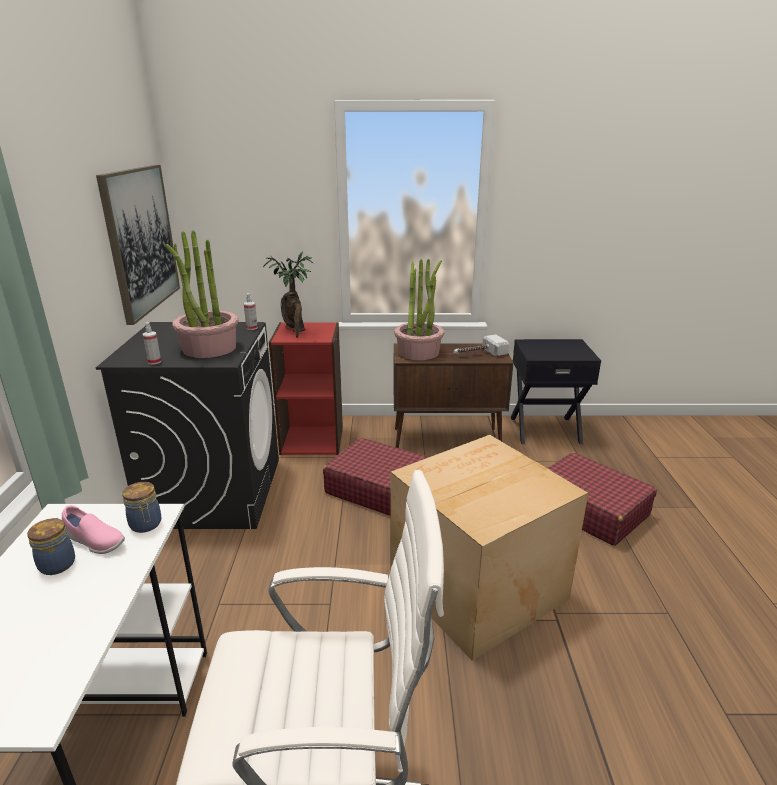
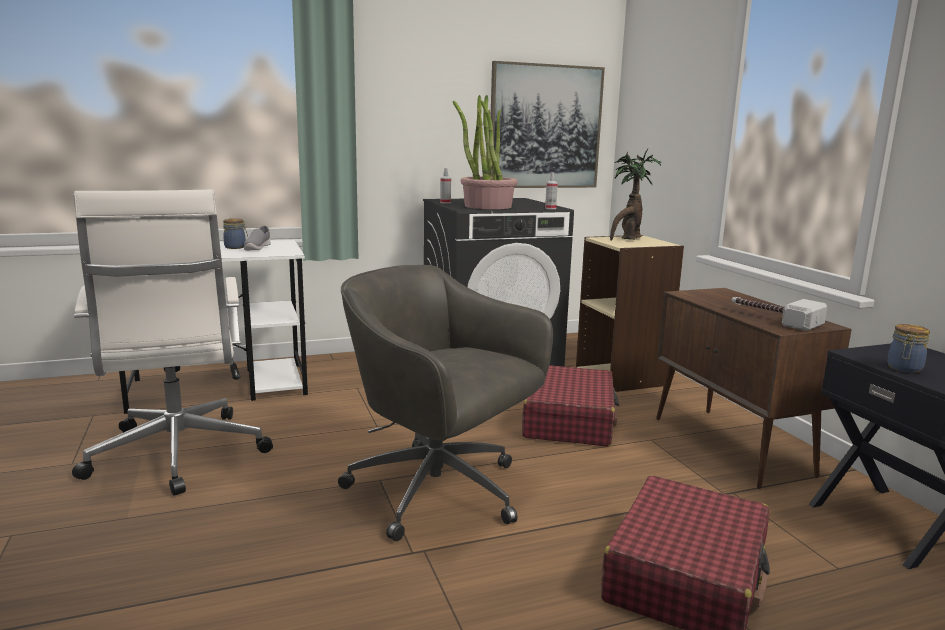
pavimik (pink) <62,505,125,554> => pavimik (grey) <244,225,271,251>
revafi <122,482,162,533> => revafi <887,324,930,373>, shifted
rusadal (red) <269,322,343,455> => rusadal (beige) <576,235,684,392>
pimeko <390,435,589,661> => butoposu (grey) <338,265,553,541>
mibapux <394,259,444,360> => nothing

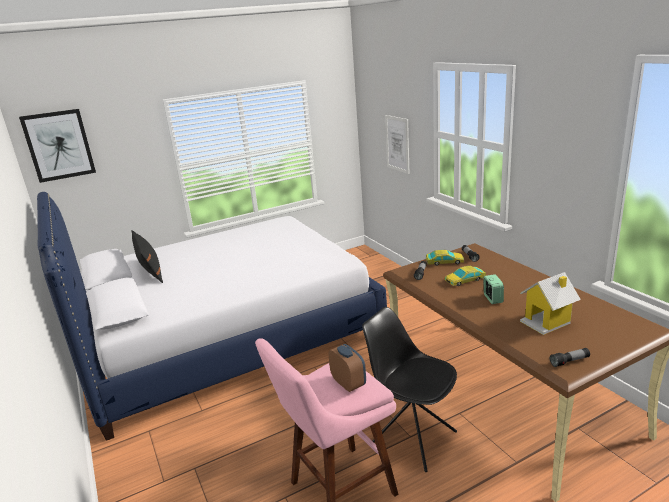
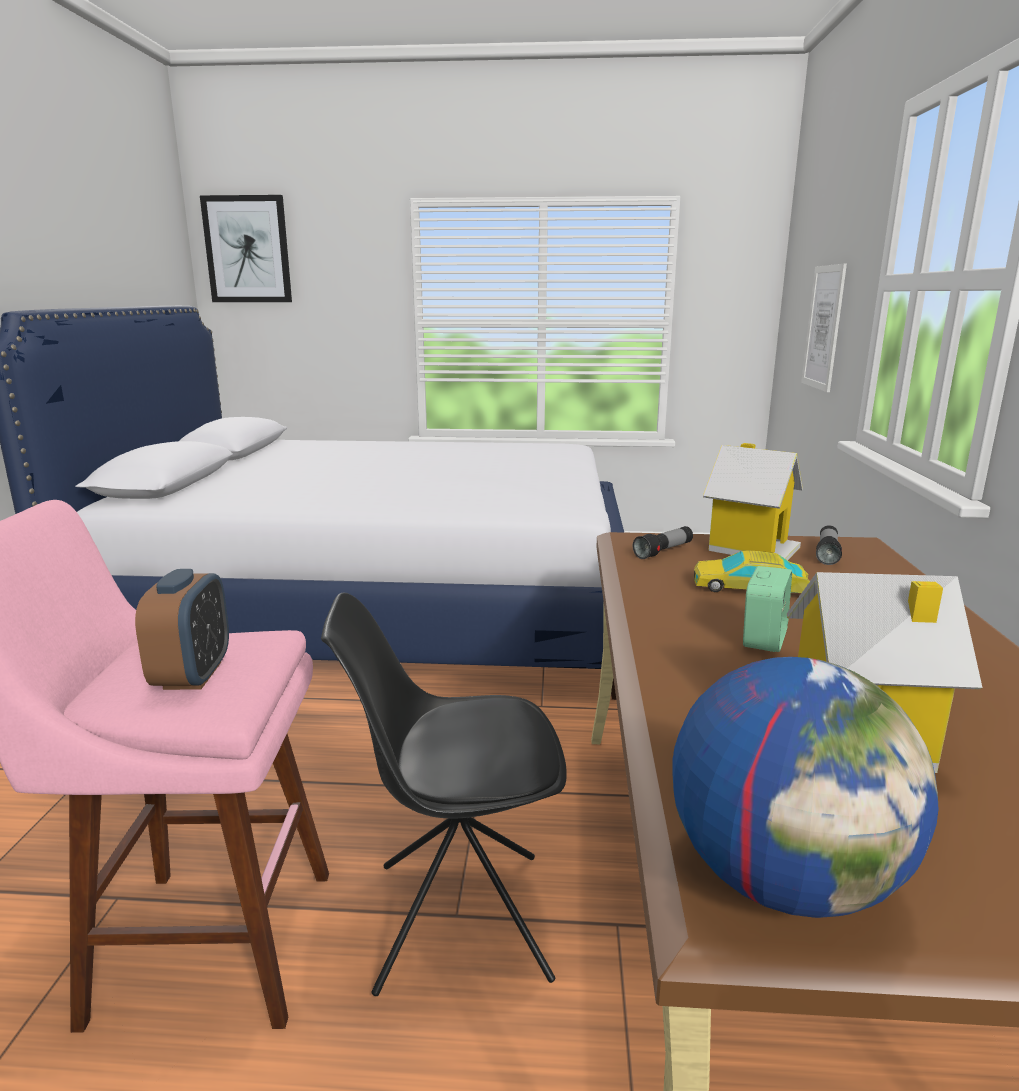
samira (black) <132,230,163,283> => nothing
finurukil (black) <362,307,457,472> => finurukil (black) <321,593,567,996>, 75 degrees counterclockwise
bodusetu <426,250,464,266> => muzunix <703,443,803,560>
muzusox <550,348,590,367> => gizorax <672,657,938,918>

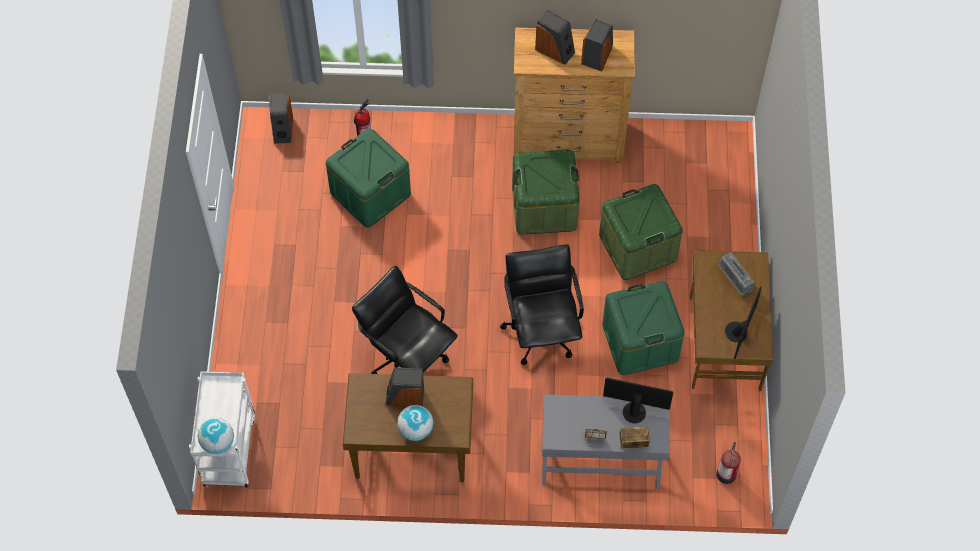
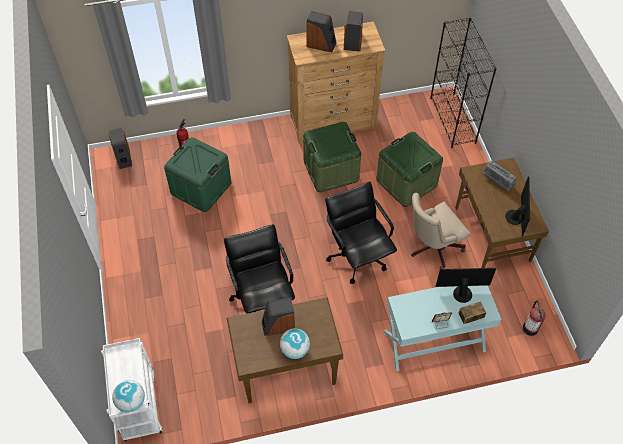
butoposu (black) <352,266,458,374> => butoposu (black) <224,224,295,313>, 45 degrees clockwise
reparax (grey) <542,394,670,489> => reparax (turquoise) <384,285,501,371>
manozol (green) <602,281,685,375> => butoposu (beige) <411,193,470,269>
nothing => rusadal (black) <430,18,497,148>

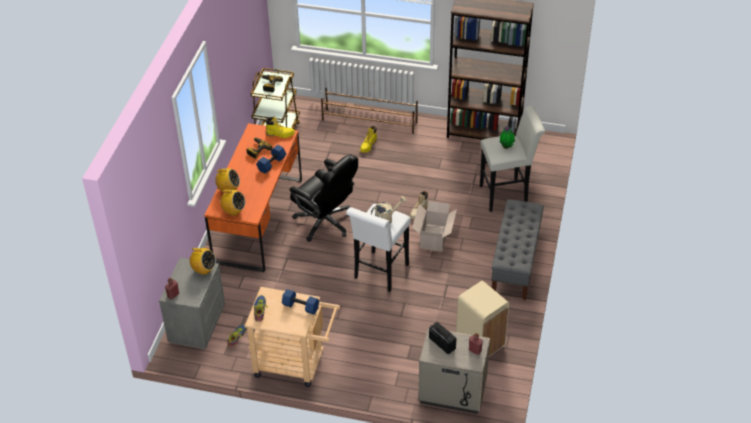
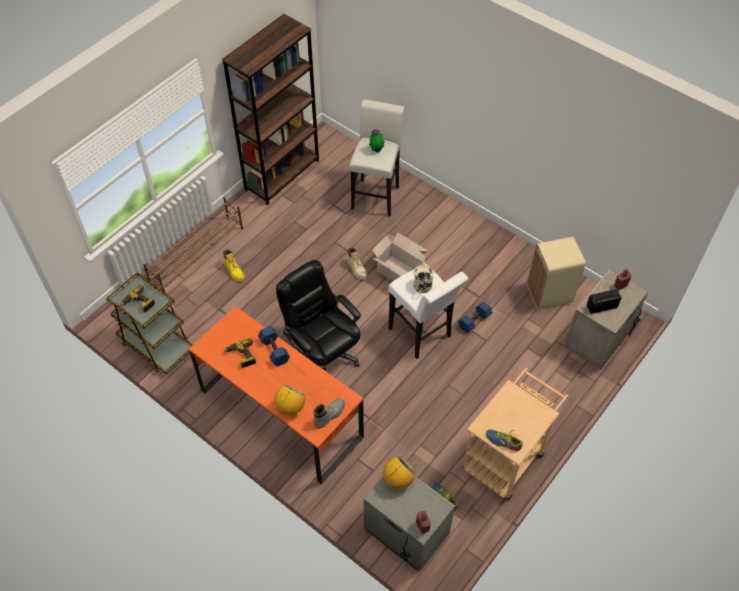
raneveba <220,189,245,216> => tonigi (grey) <313,399,345,429>
tonigi (yellow) <265,117,295,138> => nothing
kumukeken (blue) <282,289,319,315> => kumukeken (blue) <458,302,492,333>, shifted
butoposu (black) <290,154,358,242> => butoposu (black) <276,260,361,371>, 105 degrees counterclockwise
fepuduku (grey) <491,200,544,300> => nothing

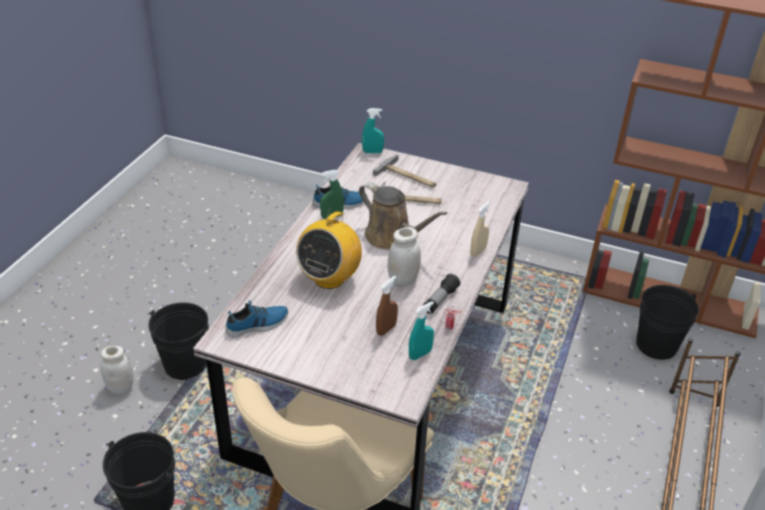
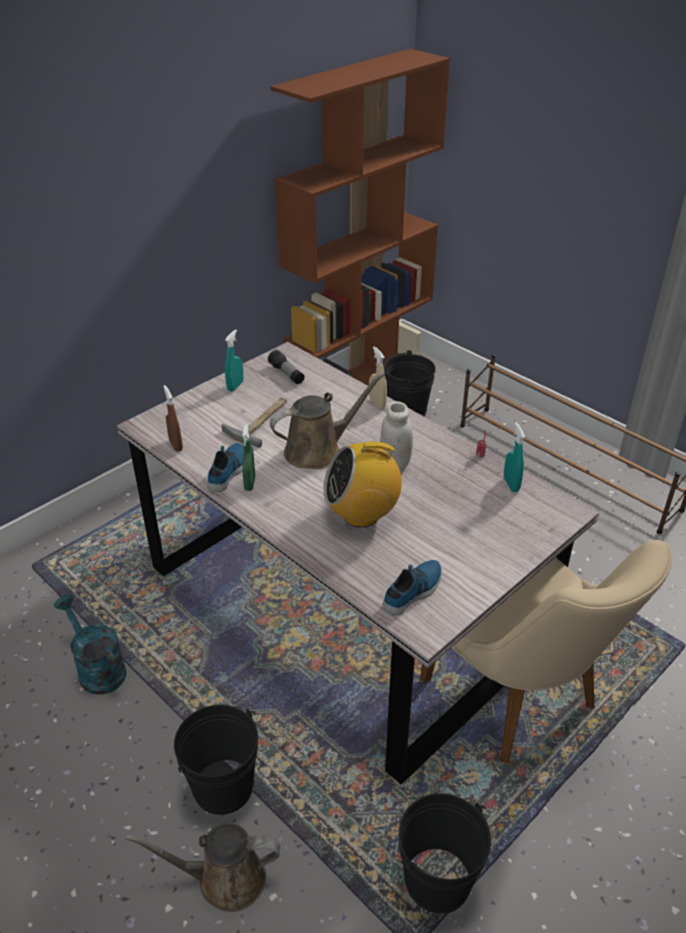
revafi (white) <100,346,133,395> => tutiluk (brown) <125,823,280,912>
pavimik <225,300,288,337> => pavimik <382,560,442,616>, 45 degrees clockwise
raneveba <296,208,362,289> => raneveba <323,440,402,527>, 120 degrees clockwise
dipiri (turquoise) <362,108,384,153> => dipiri (turquoise) <225,329,244,392>, shifted
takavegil <373,155,436,188> => nothing
dipiri (brown) <376,276,398,336> => dipiri (brown) <163,385,183,452>, shifted
muzusox <423,274,460,314> => muzusox <268,350,305,384>, shifted
nothing => tutiluk (turquoise) <54,595,127,695>

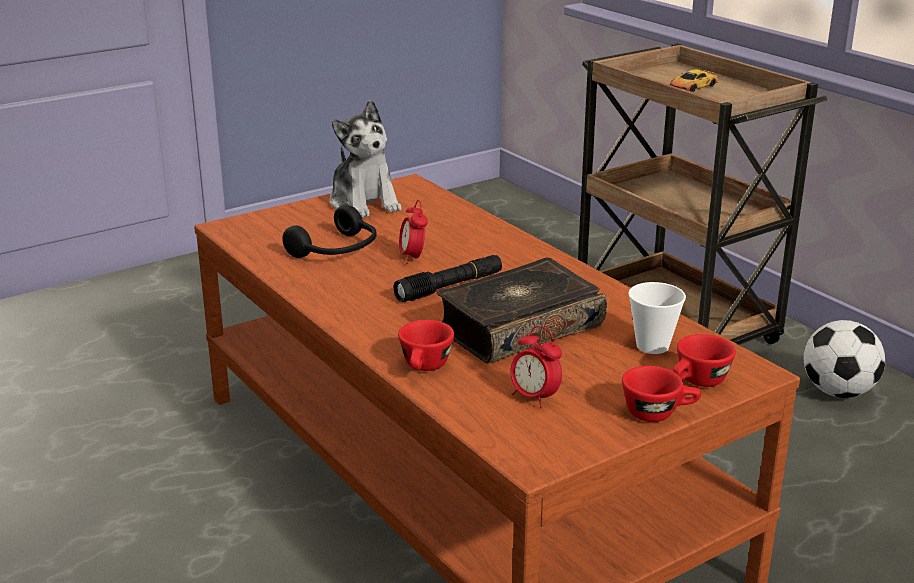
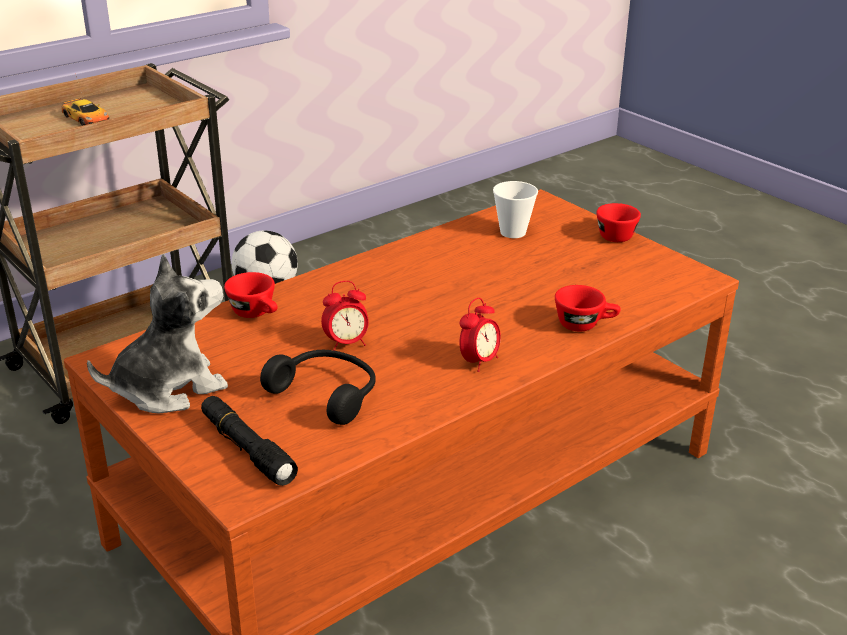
muzusox (black) <394,255,502,302> => muzusox (black) <201,396,298,486>, shifted
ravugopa <436,257,607,363> => nothing
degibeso <510,326,562,408> => degibeso <460,298,501,372>, shifted
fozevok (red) <673,334,736,387> => fozevok (red) <224,272,278,318>, shifted

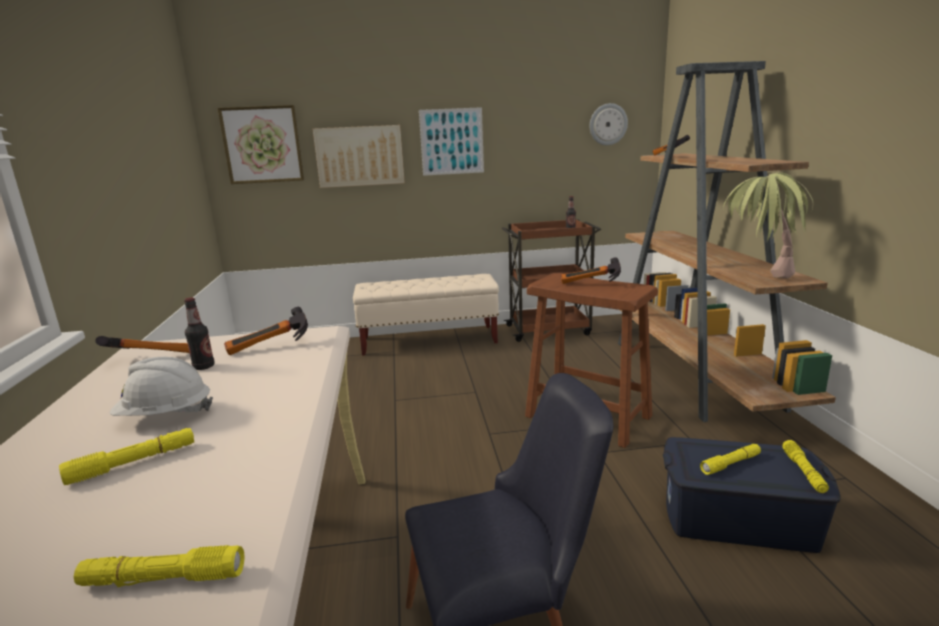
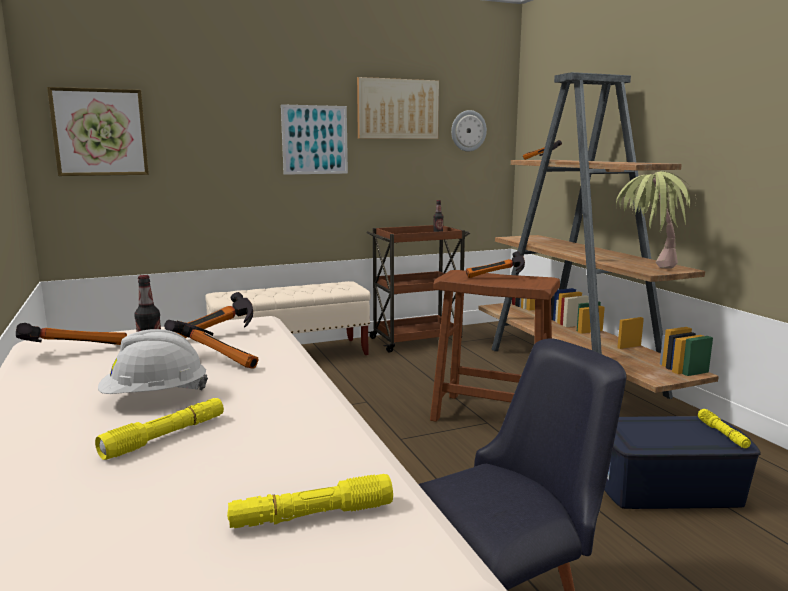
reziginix <313,125,405,188> => reziginix <357,77,439,139>, shifted
muzusox (yellow) <700,444,761,475> => nothing
nothing => takavegil <164,320,259,369>

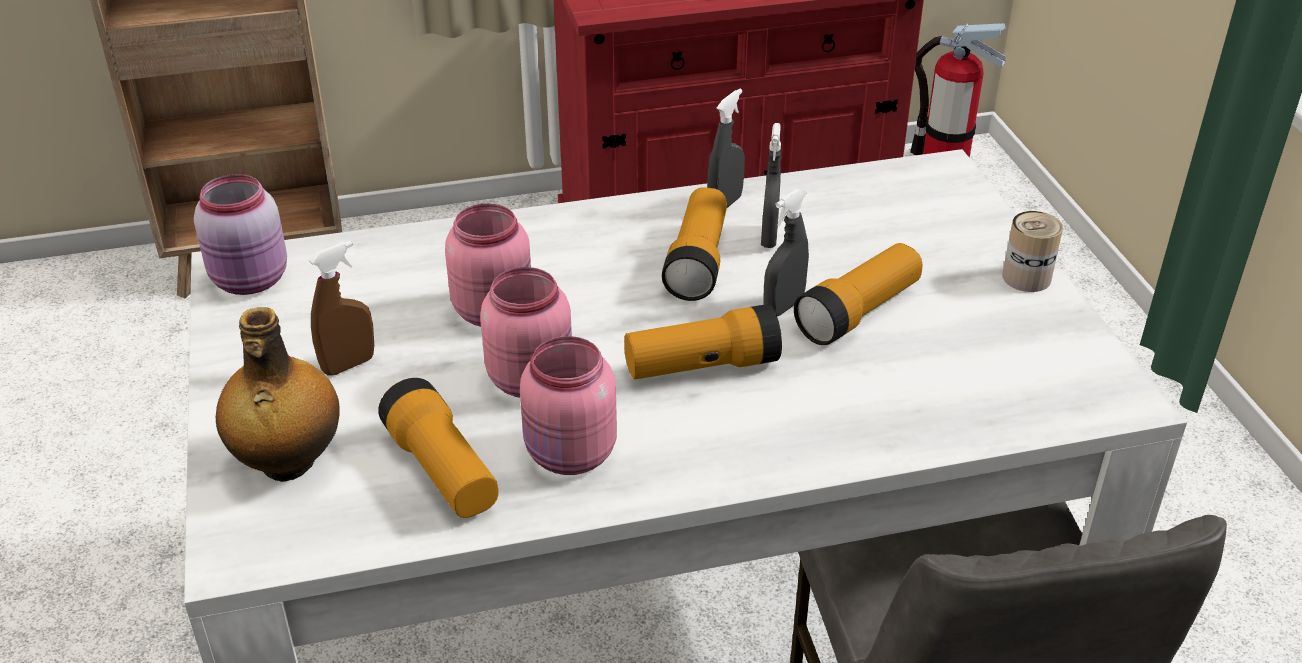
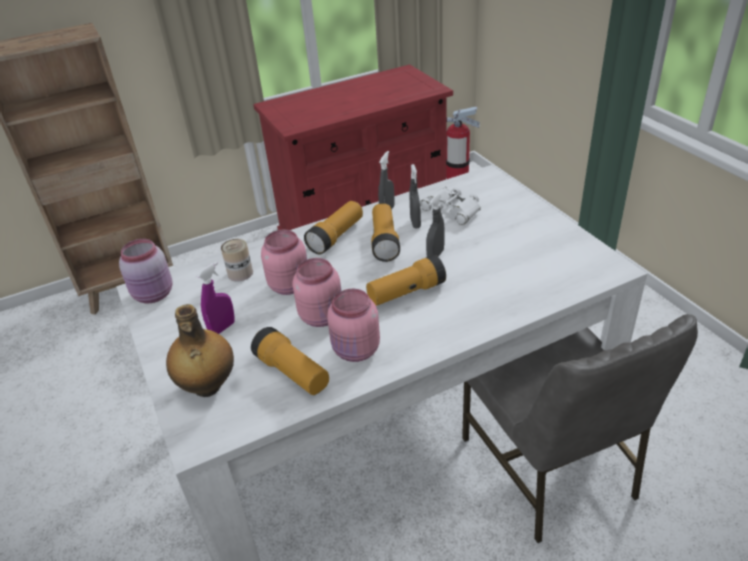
dipiri (brown) <309,241,374,376> => dipiri (purple) <197,262,235,334>
muzusox <794,243,922,345> => muzusox <304,201,363,255>, shifted
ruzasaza <1002,211,1063,292> => ruzasaza <221,239,253,282>, shifted
nothing => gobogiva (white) <420,187,481,225>

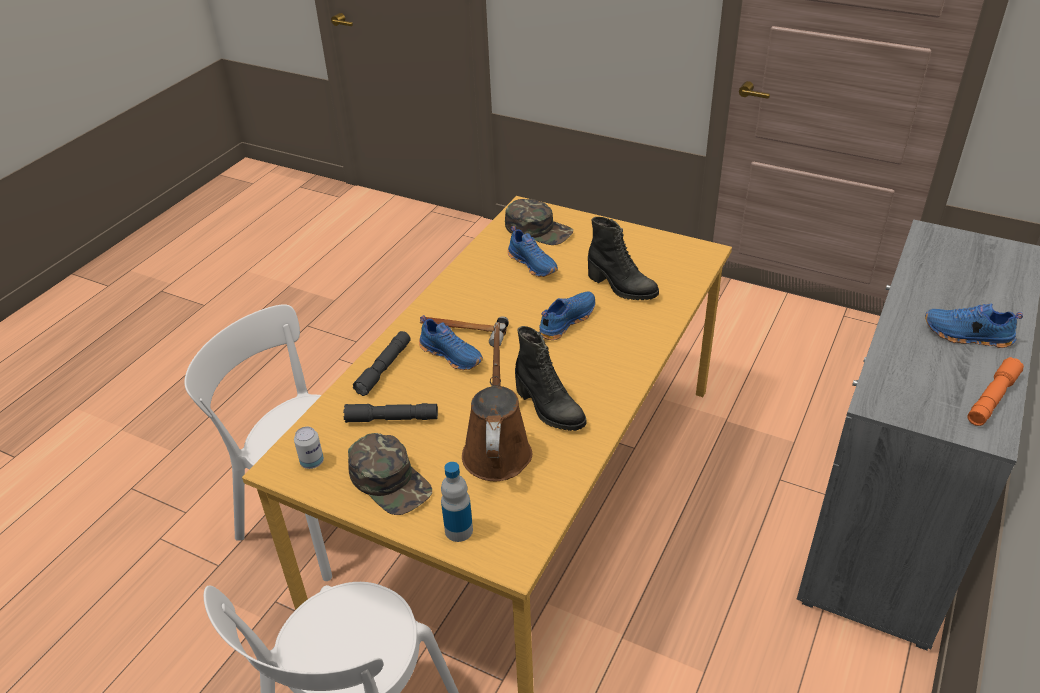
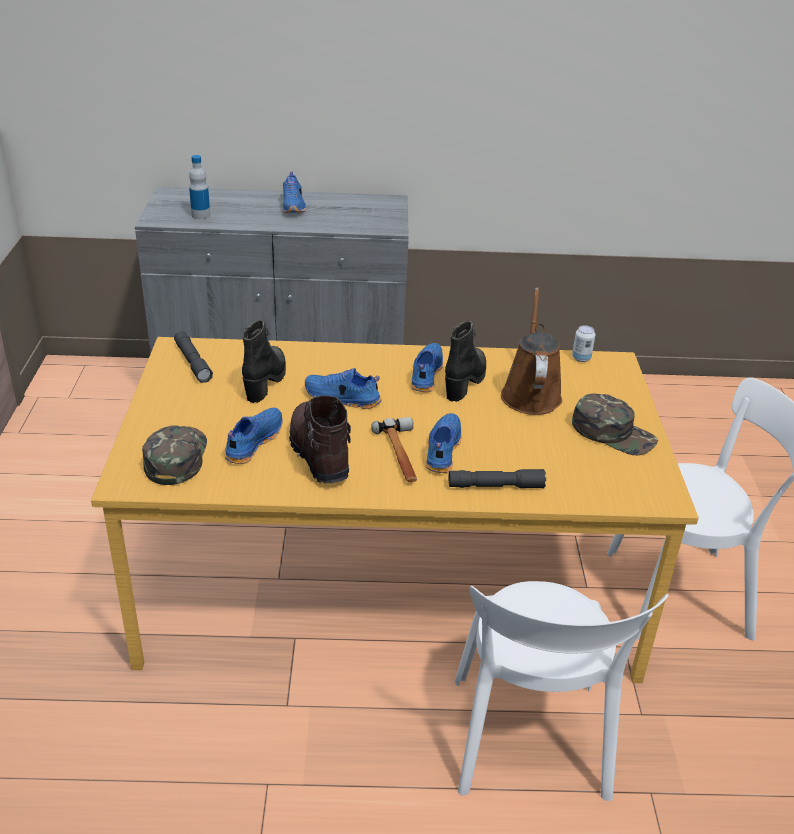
ruzasaza <294,427,324,469> => ruzasaza <572,325,595,362>, shifted
muzusox (grey) <343,403,438,423> => muzusox (grey) <174,331,213,383>, shifted
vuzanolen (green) <348,433,432,515> => vuzanolen (green) <572,394,658,455>, 105 degrees clockwise
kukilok <441,462,473,542> => kukilok <189,155,210,219>, shifted
tutiluk (brown) <462,322,532,481> => tutiluk (brown) <501,287,562,415>, 120 degrees clockwise
muzusox (orange) <967,357,1024,426> => nothing
nothing => tonigi (brown) <289,396,351,483>
nothing => pavimik (blue) <411,343,443,392>

